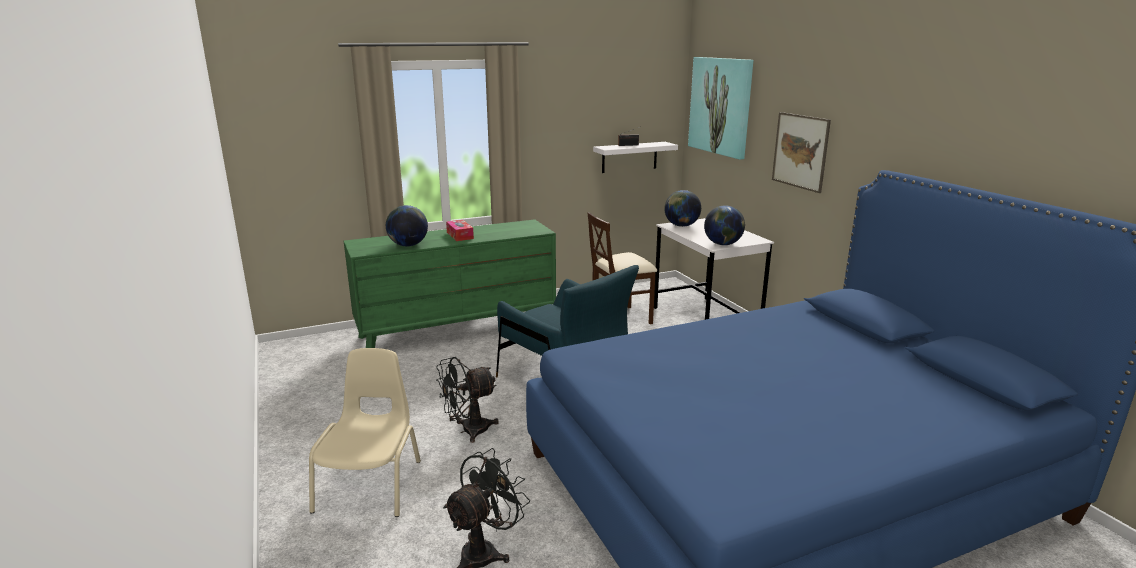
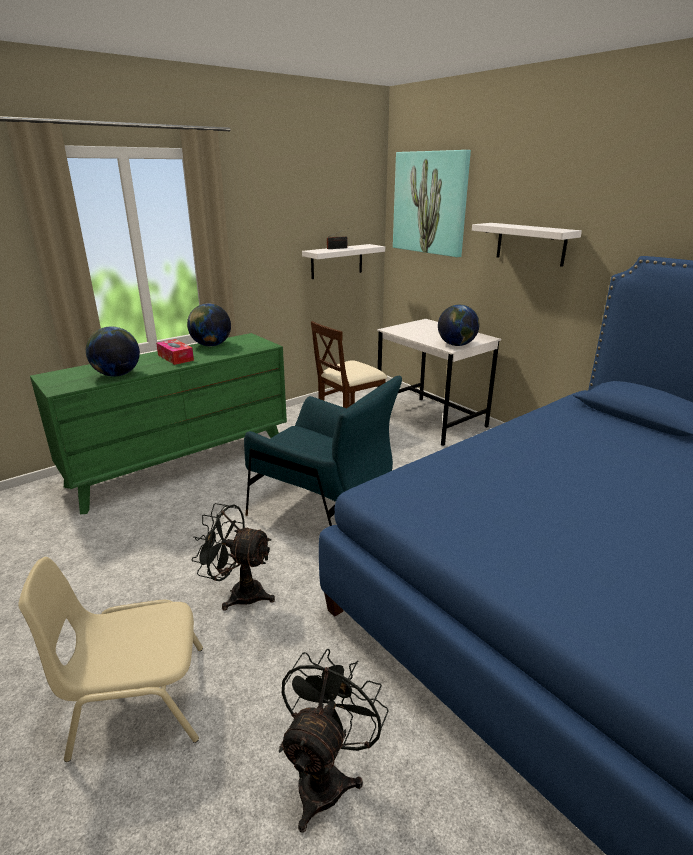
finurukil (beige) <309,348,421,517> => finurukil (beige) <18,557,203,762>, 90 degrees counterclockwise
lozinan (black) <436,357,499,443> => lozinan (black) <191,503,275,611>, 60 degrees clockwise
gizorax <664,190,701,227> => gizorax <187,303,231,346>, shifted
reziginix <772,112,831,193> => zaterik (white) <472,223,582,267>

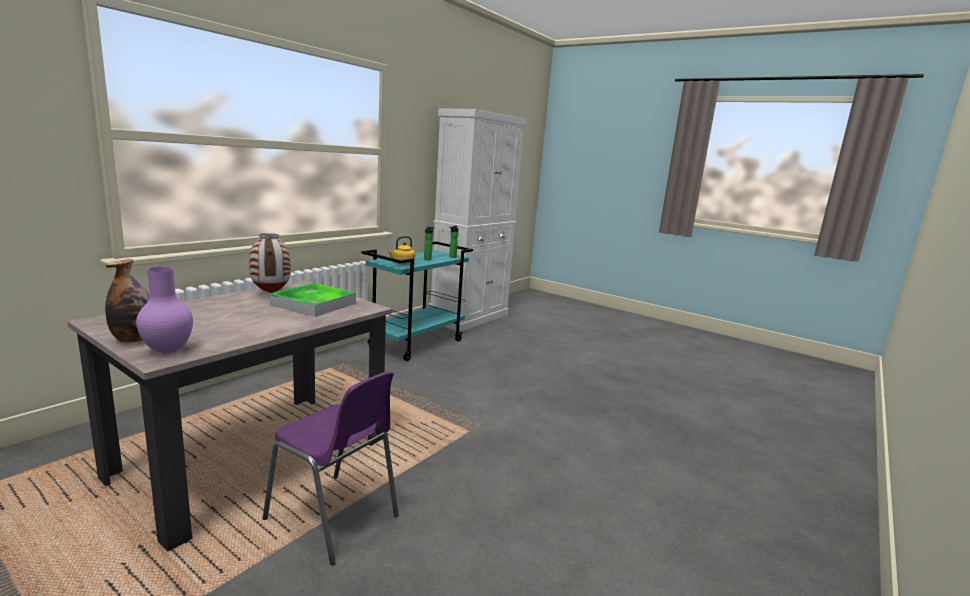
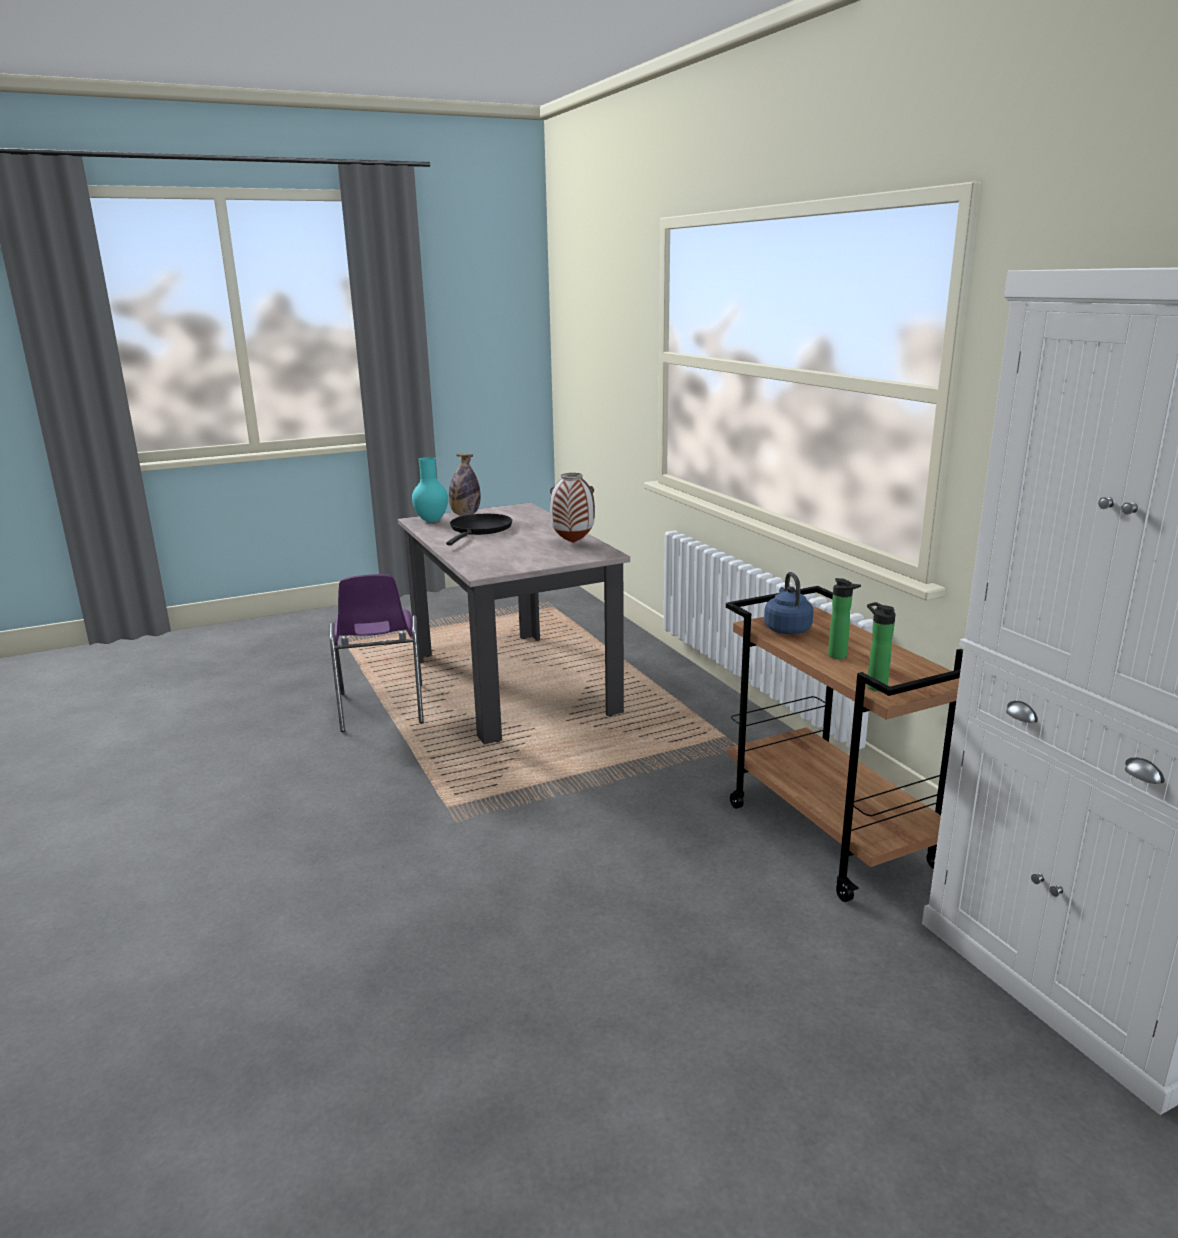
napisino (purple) <136,267,193,353> => napisino (turquoise) <412,457,448,522>
finurukil (purple) <263,371,399,565> => finurukil (purple) <329,574,424,732>, 75 degrees counterclockwise
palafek <270,283,356,317> => nothing
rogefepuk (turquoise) <362,241,473,361> => rogefepuk (brown) <726,586,963,902>
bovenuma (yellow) <387,236,415,265> => bovenuma (blue) <764,572,814,634>
nothing => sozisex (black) <446,514,512,545>

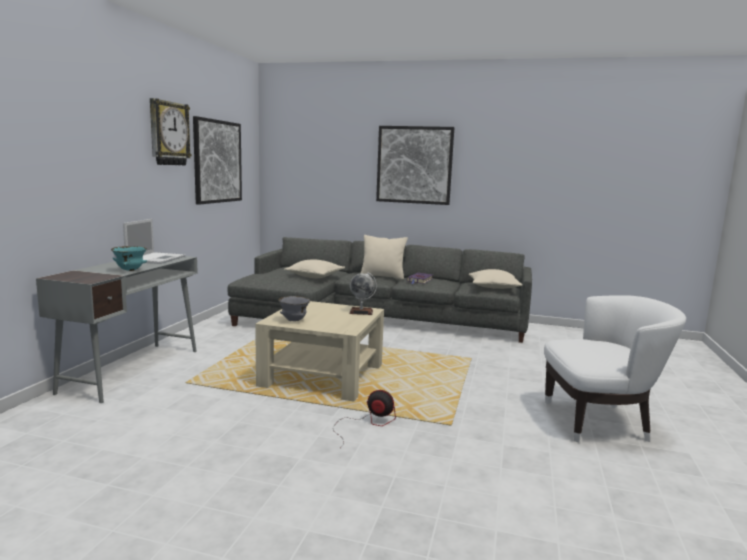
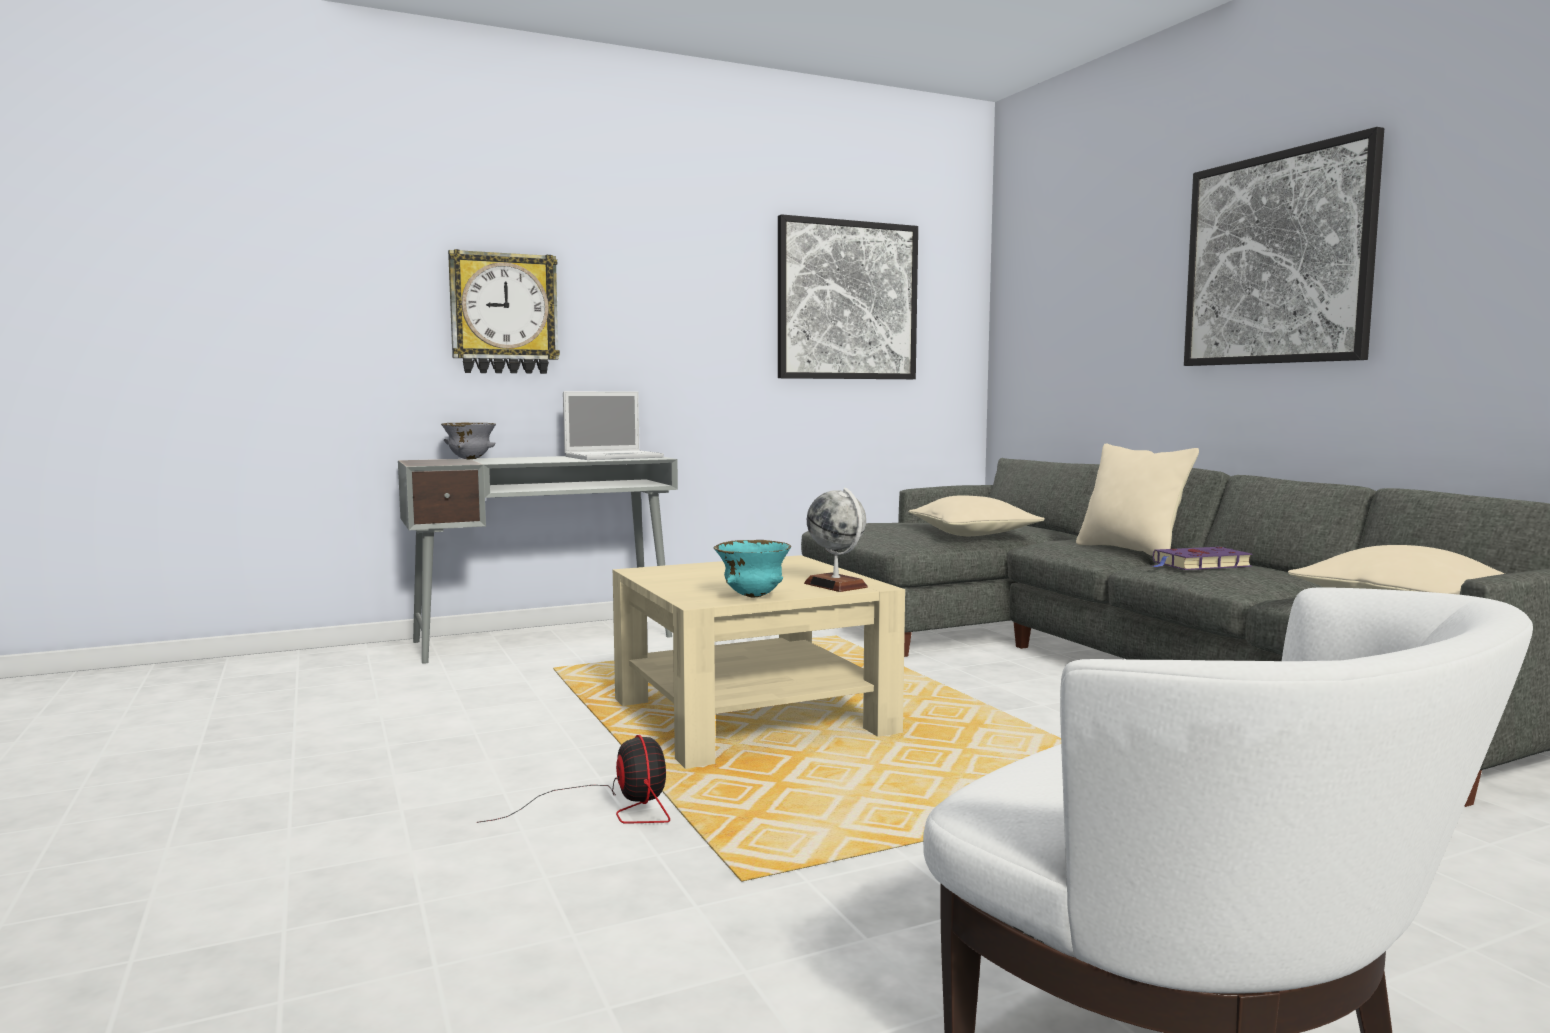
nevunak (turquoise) <111,246,147,271> => nevunak (turquoise) <713,540,791,597>, shifted
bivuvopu <150,98,192,165> => bivuvopu <448,249,560,374>, shifted
nevunak (grey) <278,296,310,321> => nevunak (grey) <441,422,496,460>, shifted

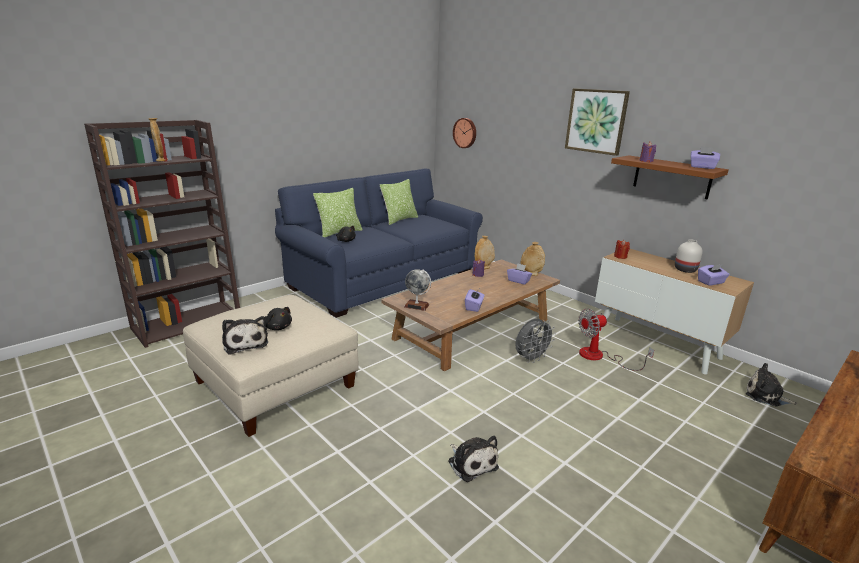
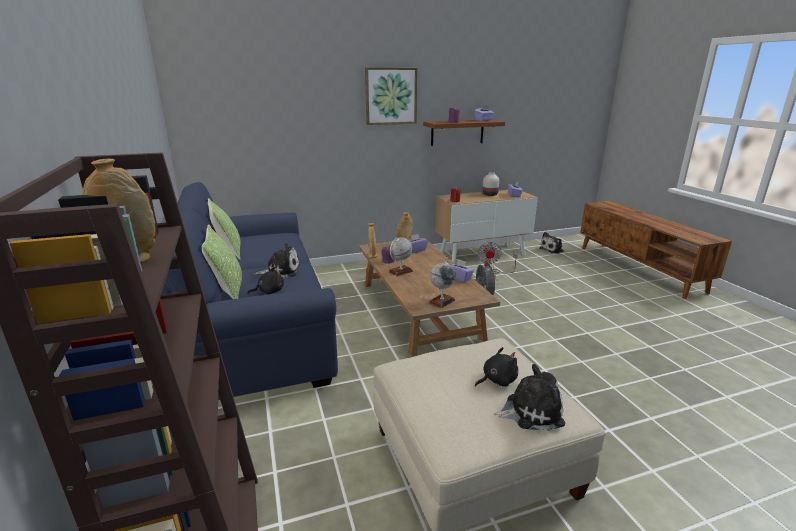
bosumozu <448,436,499,482> => bosumozu <254,243,300,279>, shifted
bivuvopu <453,118,476,148> => nothing
nothing => gizorax <389,237,413,276>

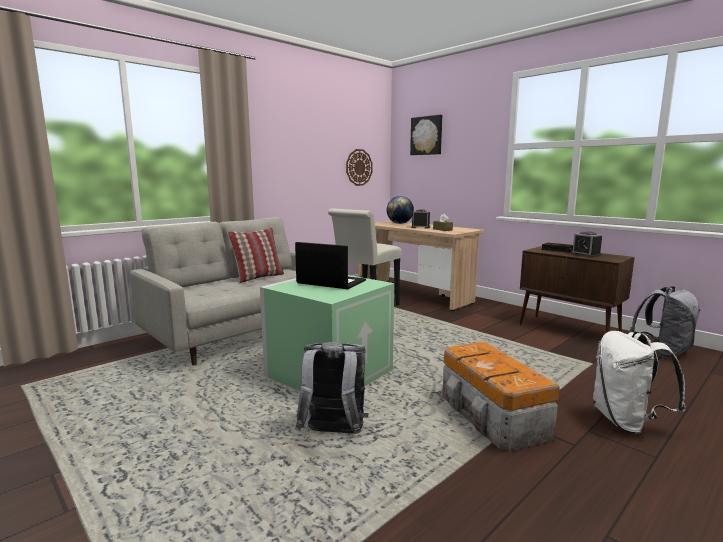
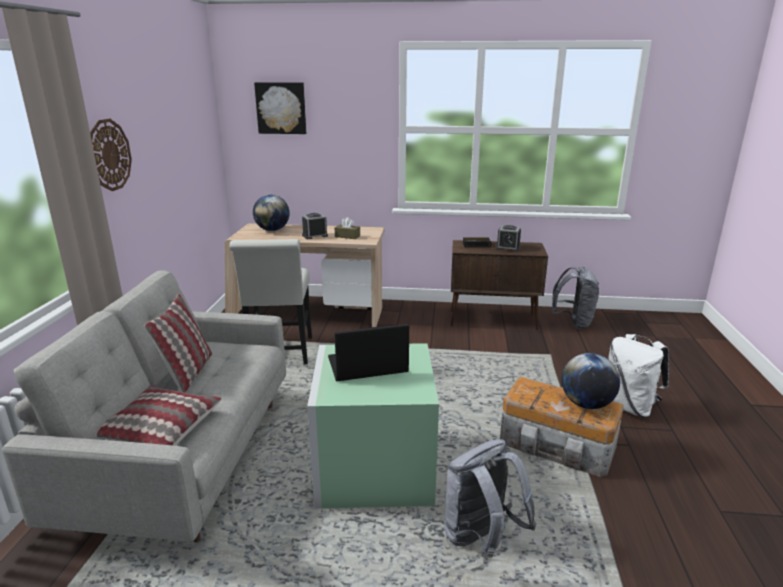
bivuvopu <346,149,372,186> => bivuvopu <90,119,132,191>, shifted
nothing => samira <97,386,221,446>
nothing => gizorax <562,353,620,409>

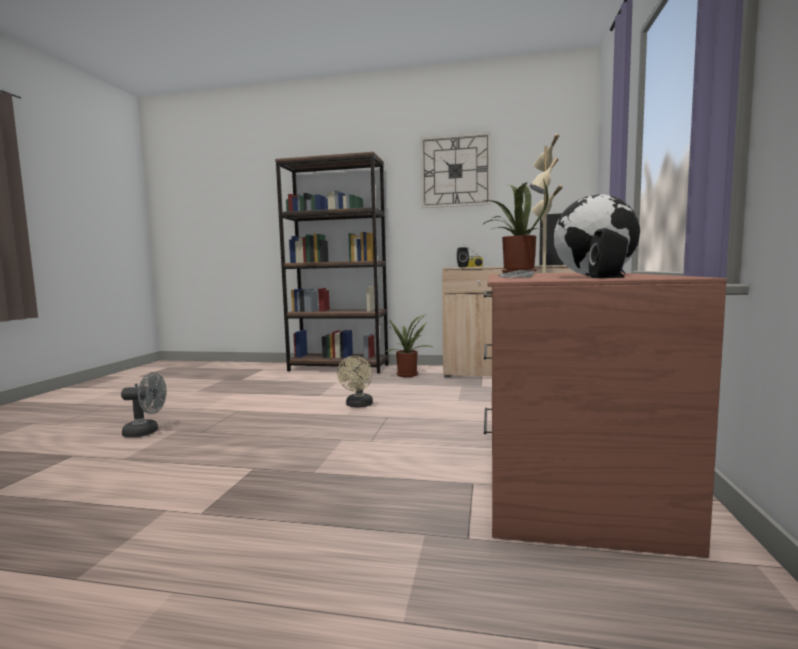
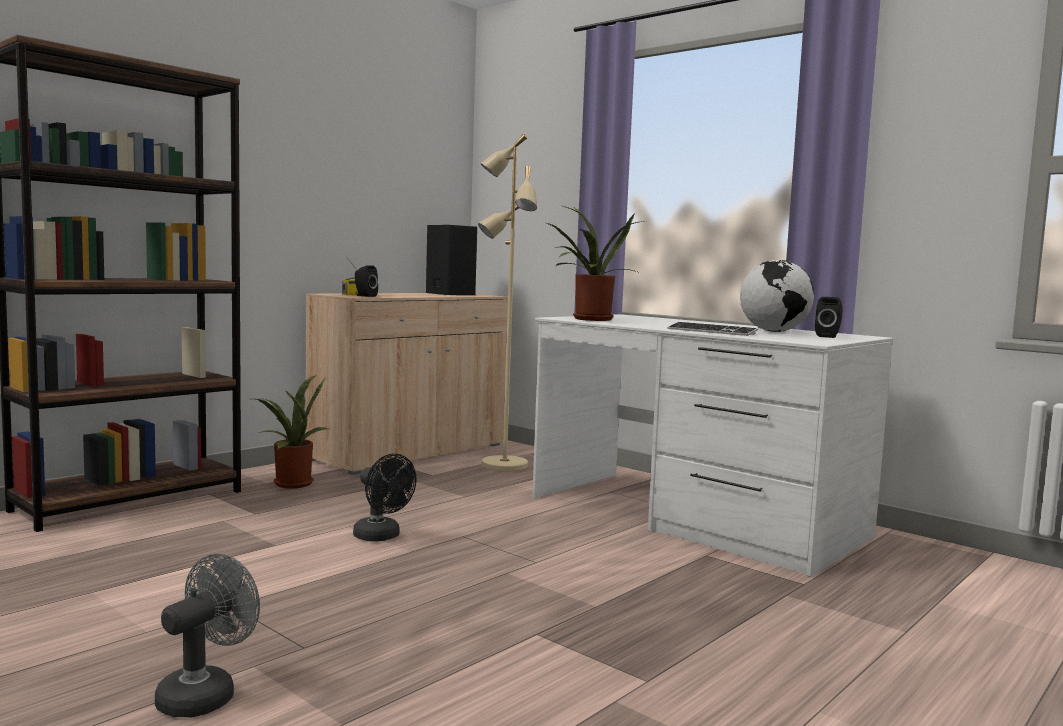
lozinan (beige) <337,356,373,407> => lozinan (black) <353,454,416,542>
bivuvopu <421,132,491,208> => nothing
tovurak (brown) <484,273,727,558> => tovurak (white) <532,314,893,577>

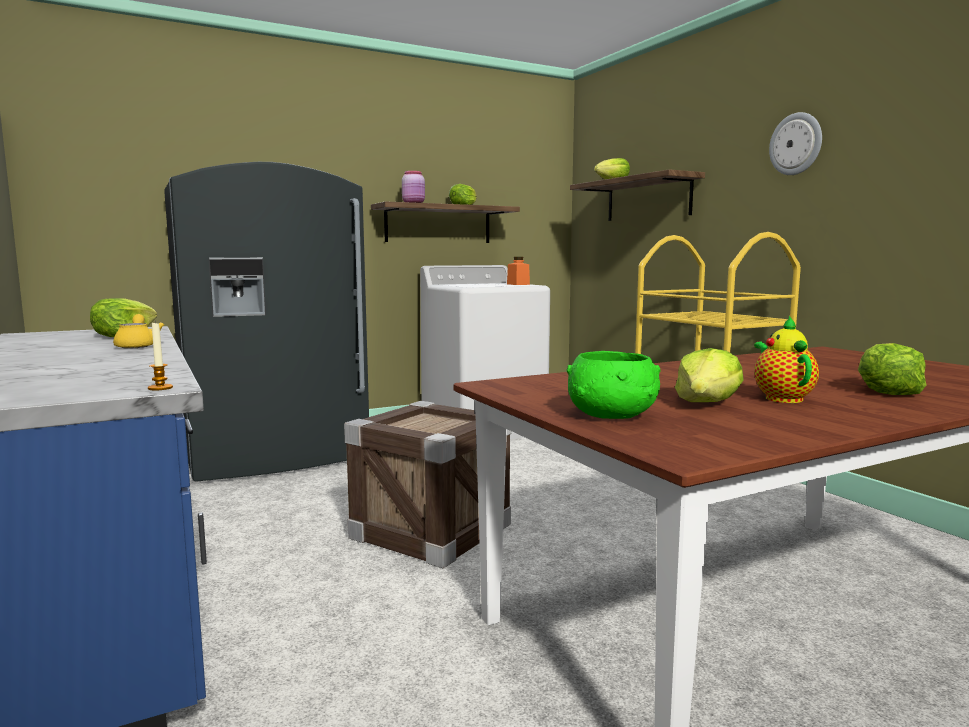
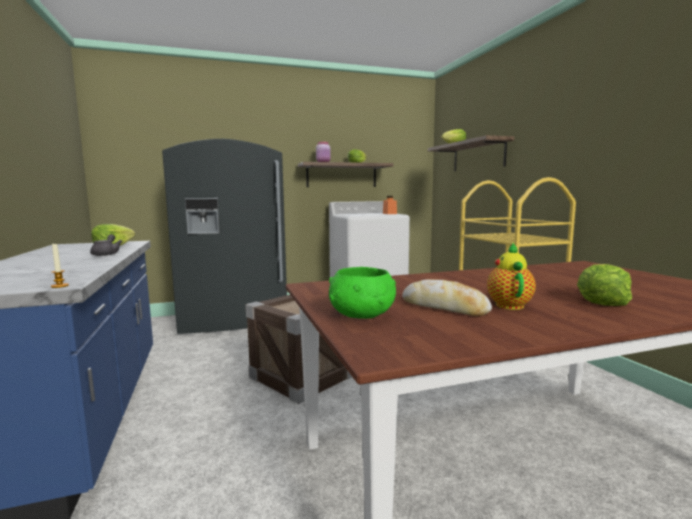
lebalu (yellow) <113,314,164,349> => lebalu (grey) <90,234,122,256>
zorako <675,348,744,402> => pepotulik <402,279,492,316>
bivuvopu <769,112,822,175> => nothing

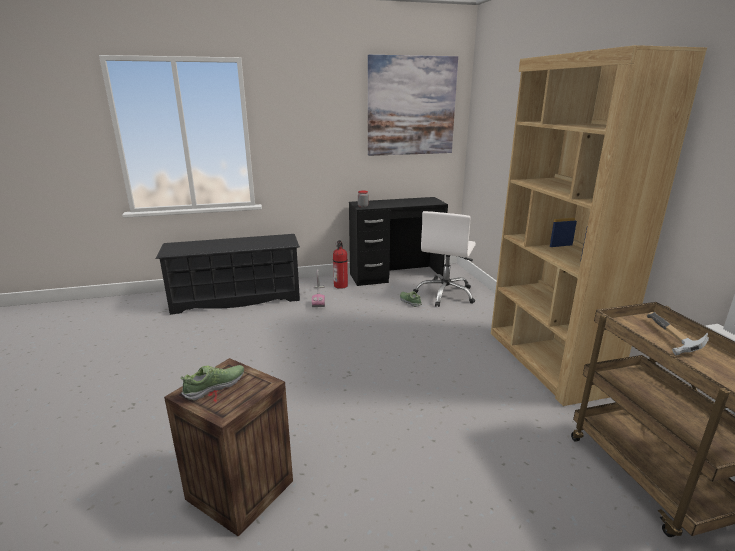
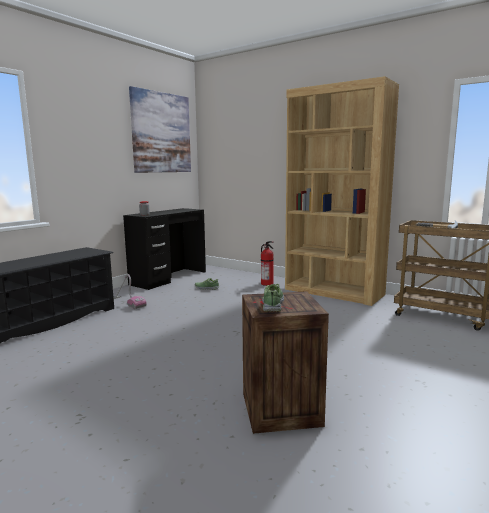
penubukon <333,240,348,289> => penubukon <261,241,274,286>, shifted
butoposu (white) <413,211,476,307> => nothing

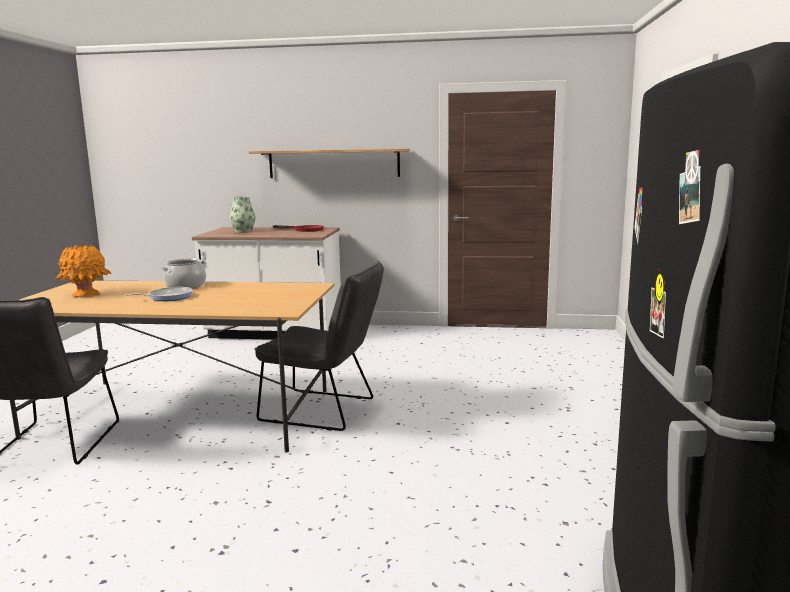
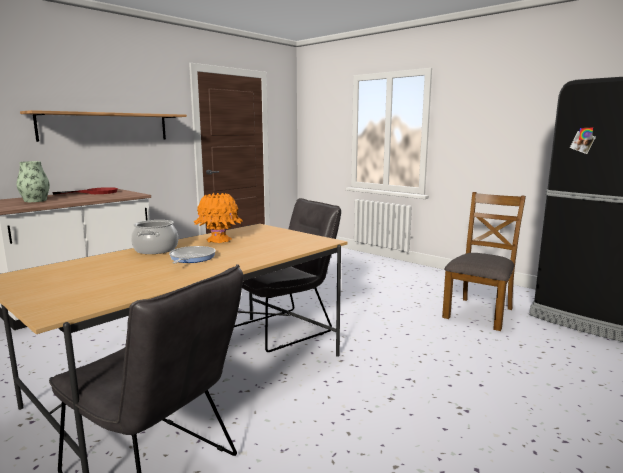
napisino (orange) <55,245,111,297> => napisino (orange) <194,193,243,243>, shifted
nothing => finurukil (brown) <442,192,526,331>

